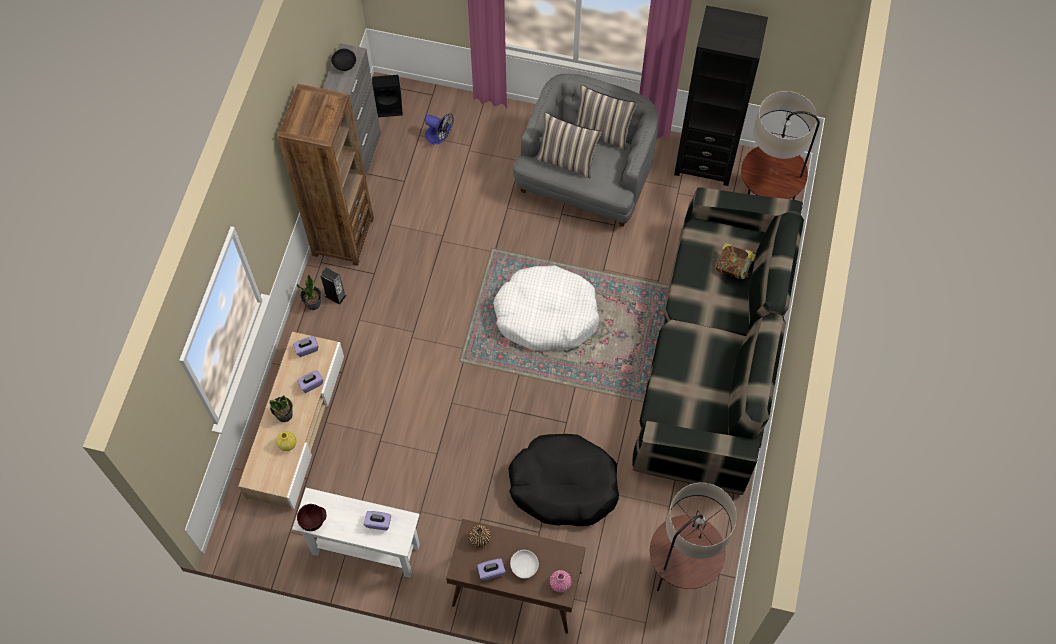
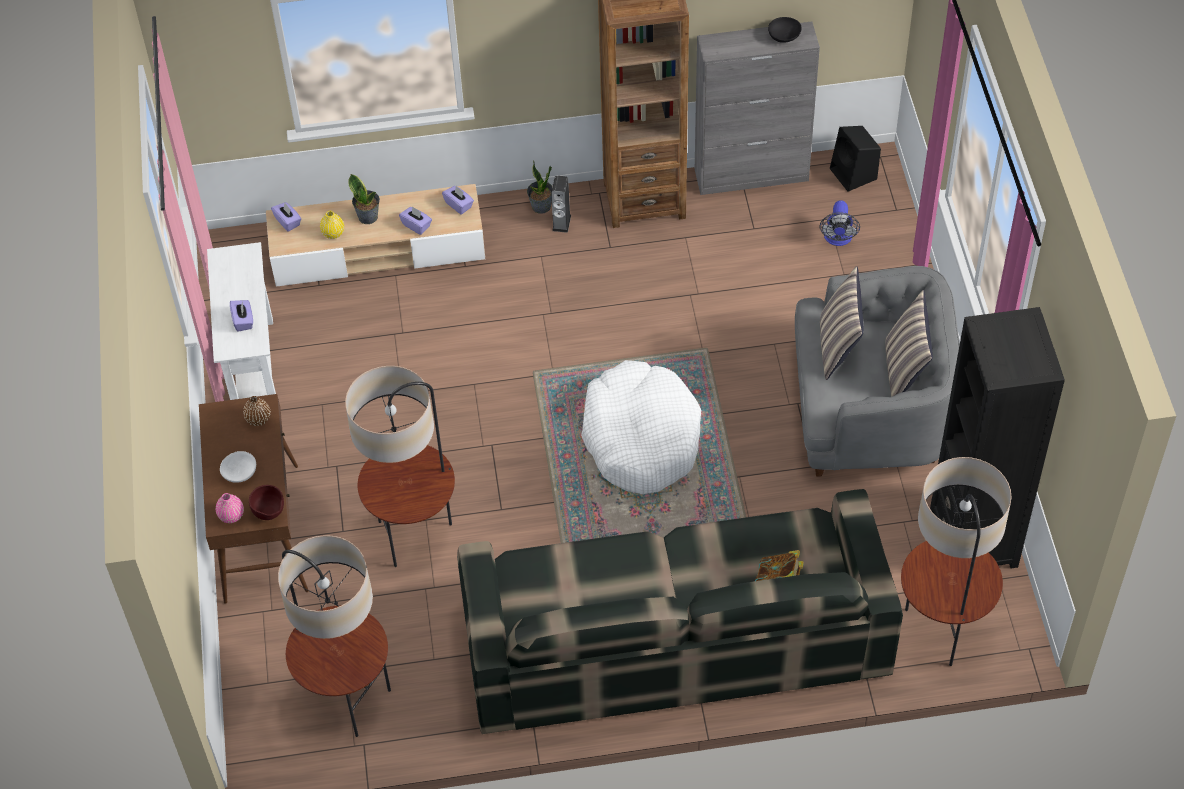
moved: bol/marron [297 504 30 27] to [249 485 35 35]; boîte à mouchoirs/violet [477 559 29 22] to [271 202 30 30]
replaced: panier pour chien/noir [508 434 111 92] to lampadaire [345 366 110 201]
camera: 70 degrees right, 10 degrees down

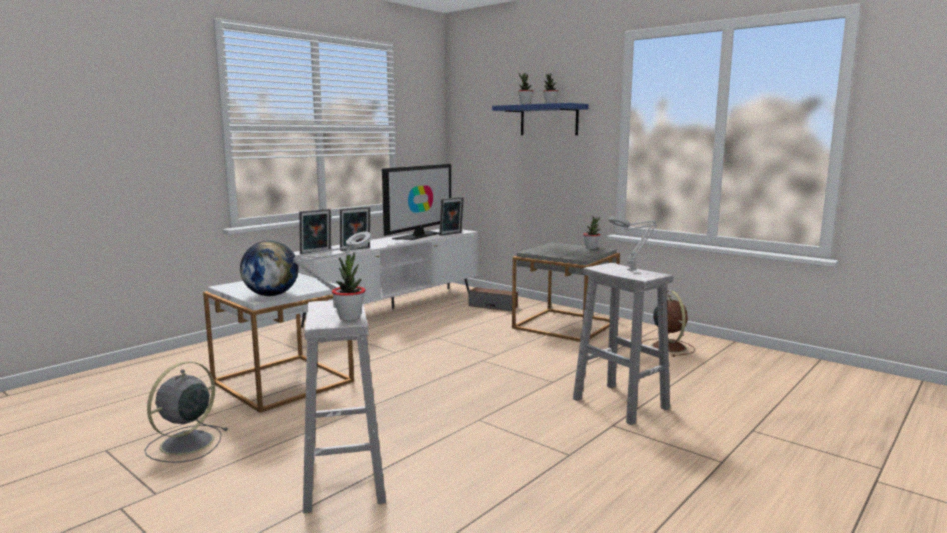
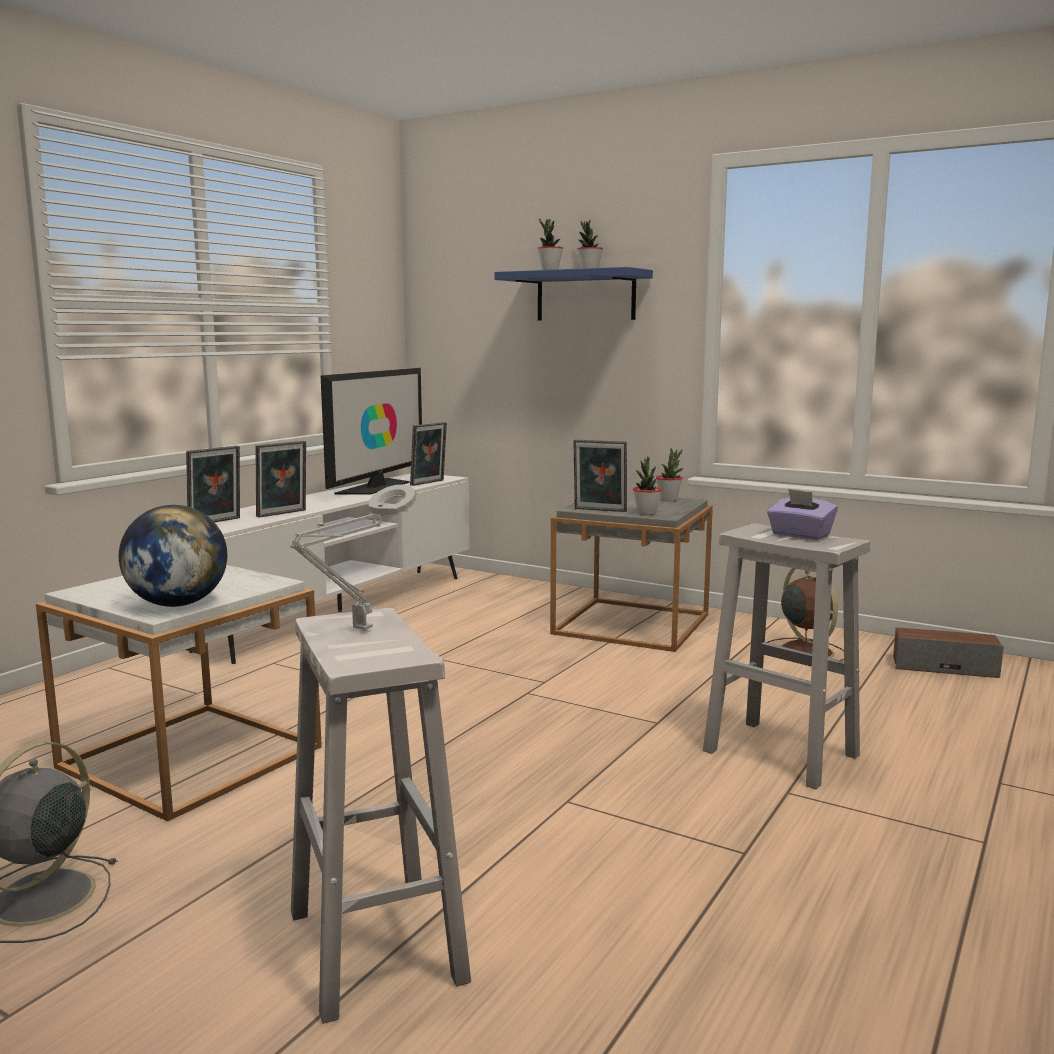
added: cadre photo [573 439 54 73]
moved: plante en pot [332 252 34 69] to [633 456 29 59]; enceinte [469 287 49 25] to [893 627 110 51]
replaced: lampe de table/gris [609 217 48 54] to boîte à mouchoirs/violet [767 489 71 51]
camera: 10 degrees left, 0 degrees up

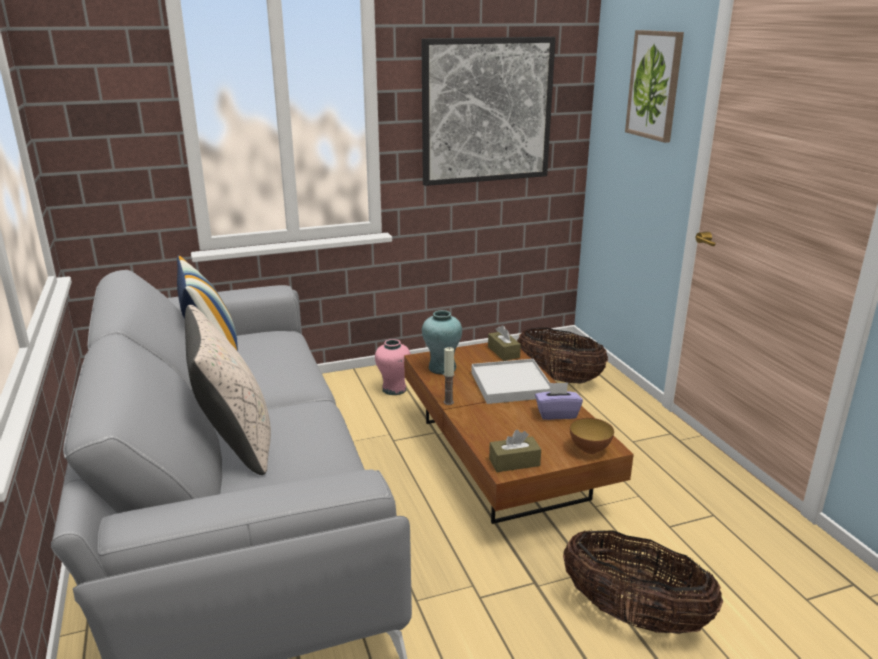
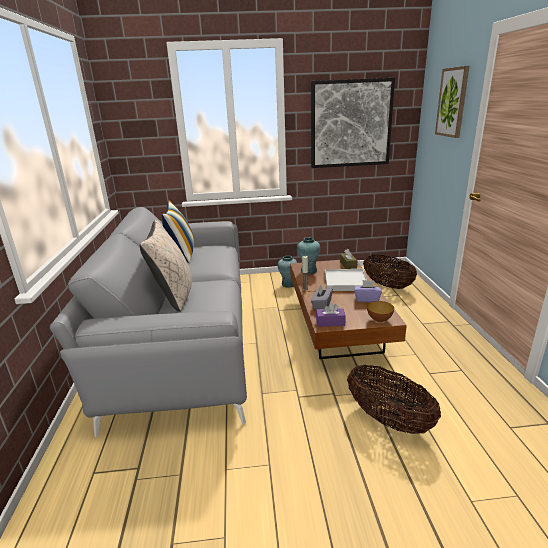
added: boîte à mouchoirs/gris [311 285 22 24]
recoloured: vase/rose [375 339 36 56] to vase/turquoise [278 255 20 32]; boîte à mouchoirs/marron [489 430 52 42] to boîte à mouchoirs/violet [316 303 30 24]
camera: 15 degrees right, 0 degrees up

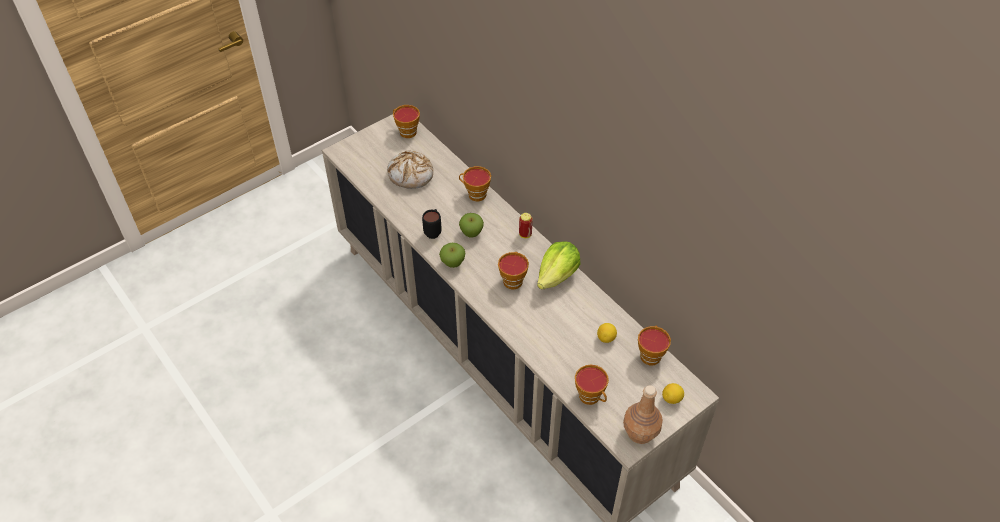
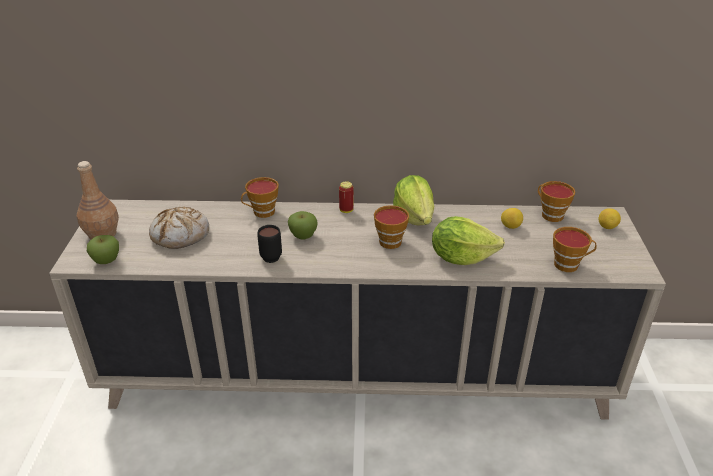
removed: tasse [393 105 27 33]
added: laitue [432 216 73 49]
moved: pomme [439 243 26 25] to [87 235 32 29]; bouteille/marron [623 385 40 59] to [77 161 42 79]
camera: 50 degrees left, 15 degrees down

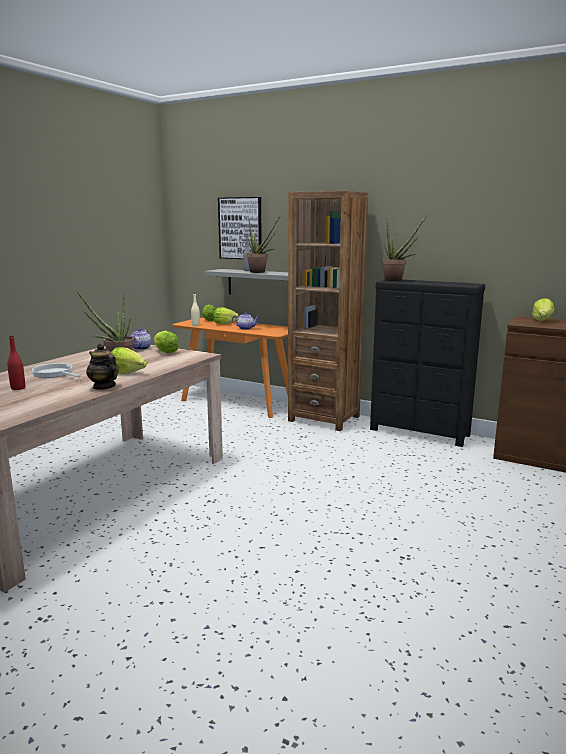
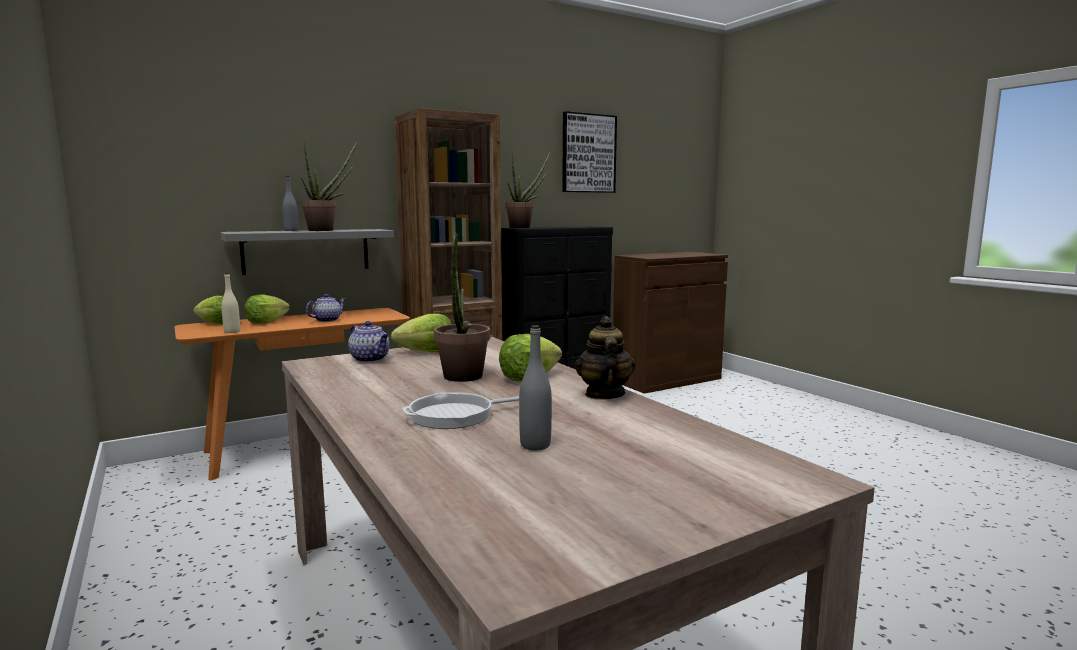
removed: laitue [532 298 23 23]
moved: tableau [218 197 44 62] to [562 111 55 82]
recoloured: bouteille/rouge [7 335 18 55] to bouteille/gris [519 325 33 126]
turned: théière [86 343 33 47] = [575 316 61 84] 105 degrees clockwise
camera: 60 degrees left, 5 degrees down

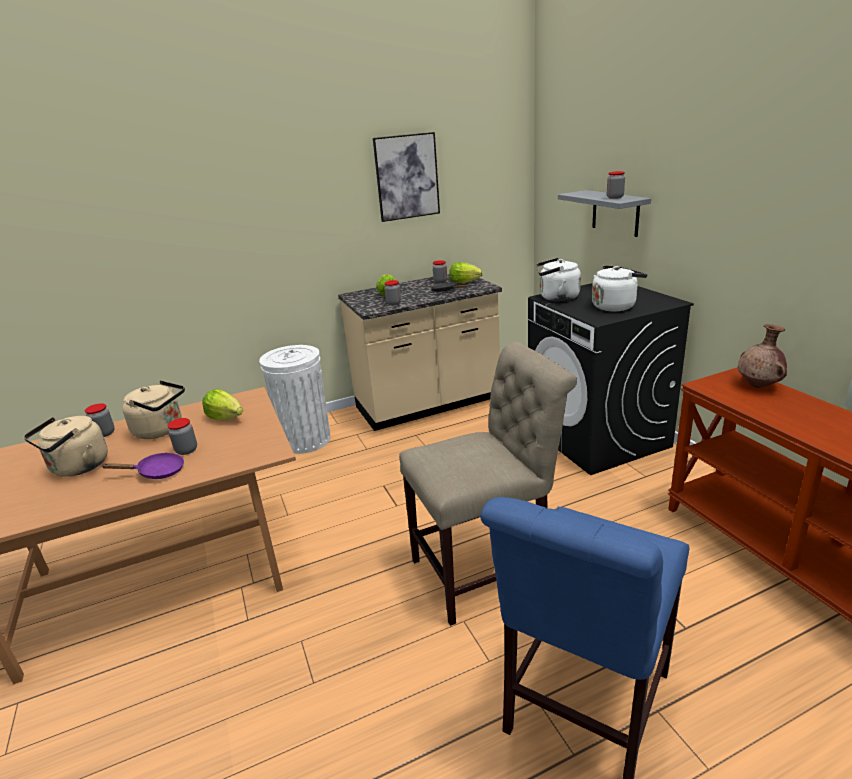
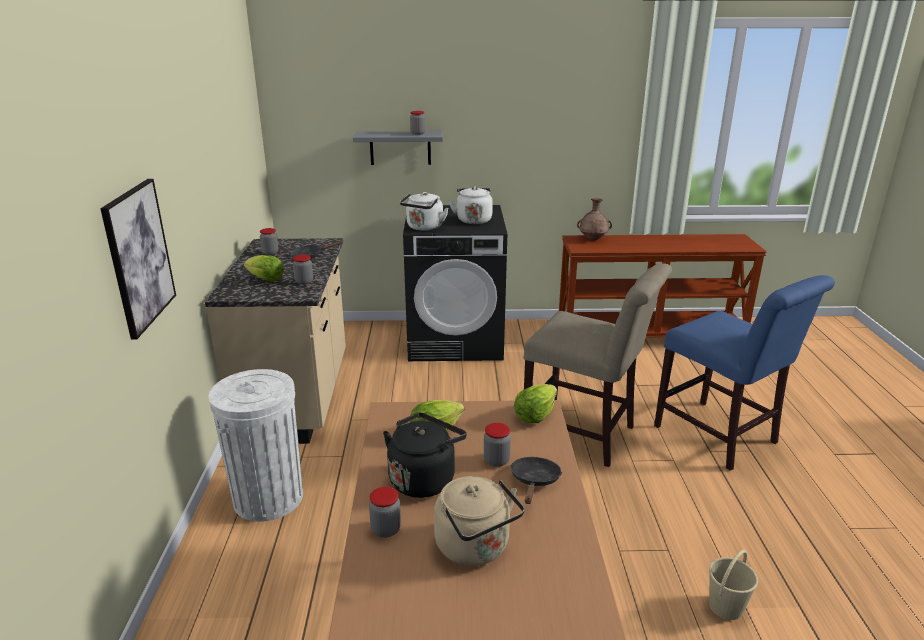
added: seau/beige [709 550 49 70]
moved: tableau [373 132 67 90] to [100 179 76 161]; laitue [449 262 34 21] to [514 384 43 39]
recoloured: poêle/violet [101 452 83 27] to poêle/noir [510 457 52 47]; bouilloire/beige [122 380 63 59] to bouilloire/noir [383 413 84 85]
turned: chaise/beige [399 342 178 284] = [523 263 149 204] 120 degrees clockwise
camera: 70 degrees left, 0 degrees up

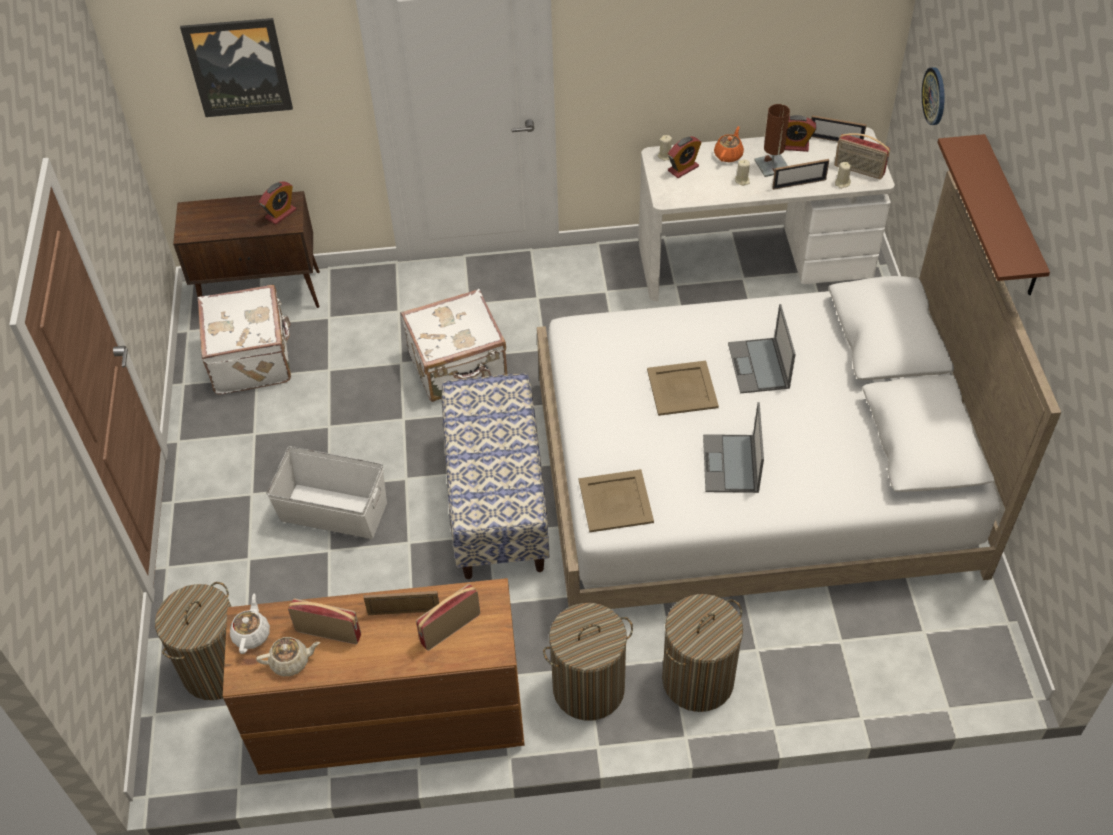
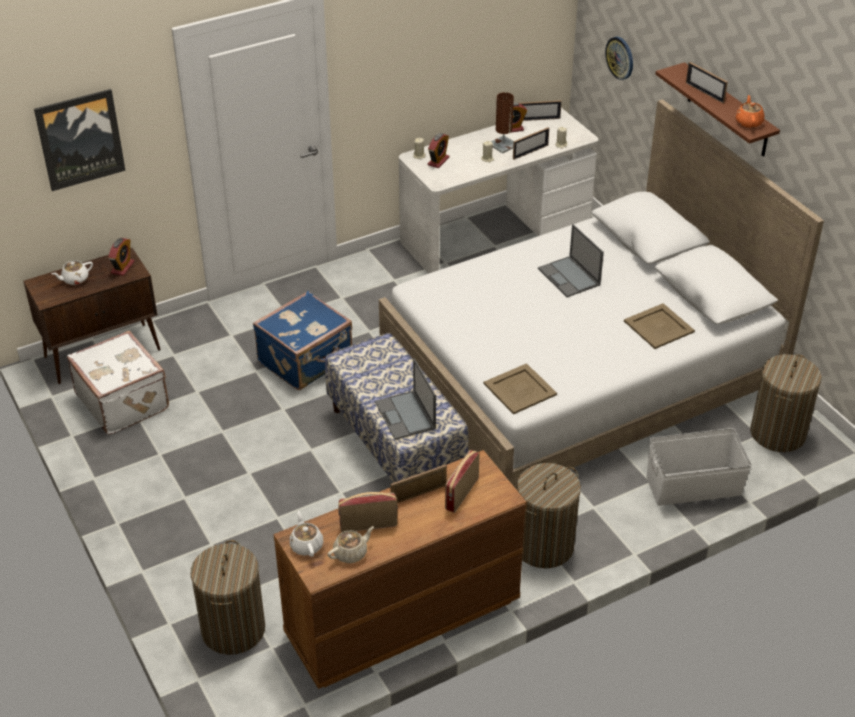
removed: radio [834 133 56 46]
added: théière/blanc [51 260 42 25]; cadre photo [686 62 42 41]
moved: boîte de rangement/blanc [267 446 120 93] to [647 428 105 78]; plateau/beige [647 361 72 55] to [624 303 71 46]; panier à linge [662 594 81 118] to [750 354 72 98]; ordinateur portable [703 402 61 91] to [375 358 61 82]; théière/orange [714 126 30 36] to [736 95 28 33]
recoloured: valise/blanc [401 289 106 113] to valise/bleu [253 291 99 99]
camera: 25 degrees left, 10 degrees down

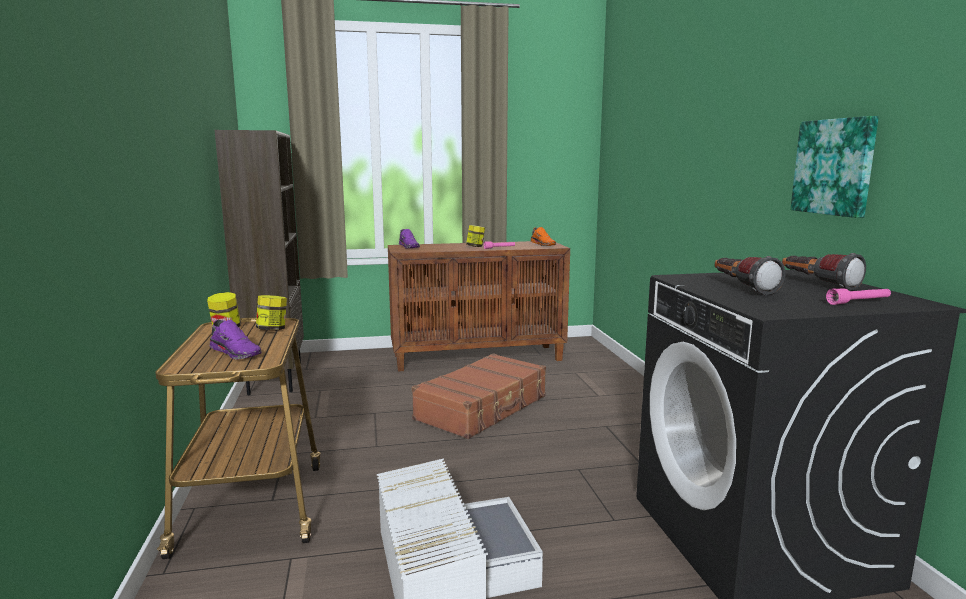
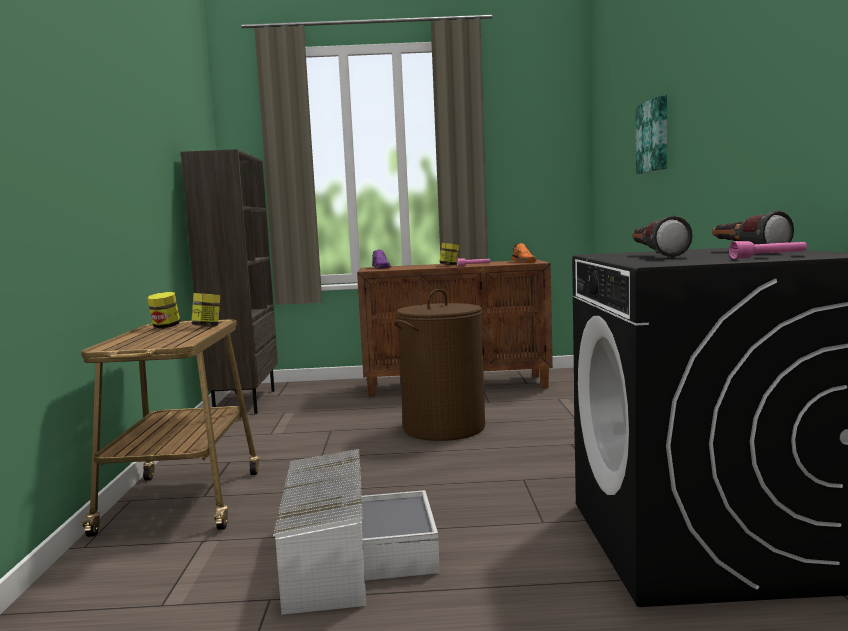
removed: chaussure/violet [210 320 52 39]
moved: tableau [791 116 88 102] to [636 95 31 79]
replaced: valise/marron [412 353 134 86] to panier à linge/marron [395 289 90 152]
camera: 10 degrees right, 5 degrees down

